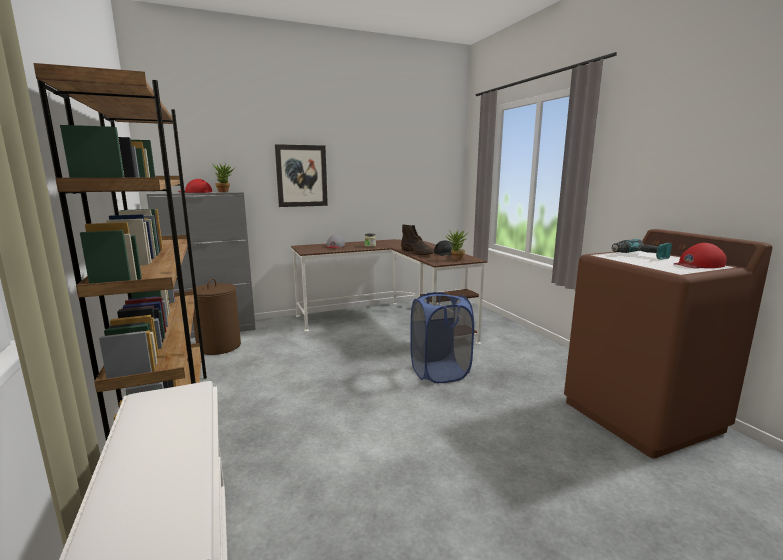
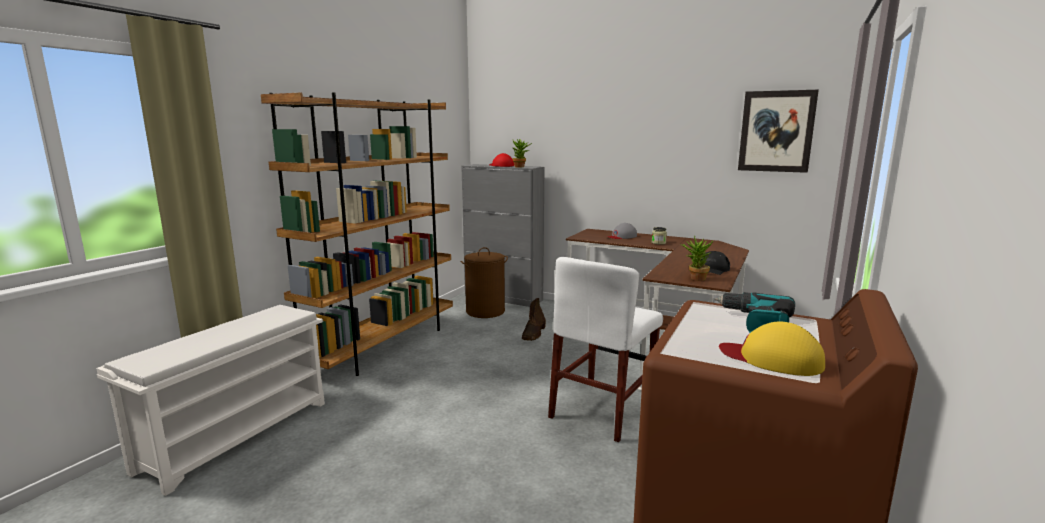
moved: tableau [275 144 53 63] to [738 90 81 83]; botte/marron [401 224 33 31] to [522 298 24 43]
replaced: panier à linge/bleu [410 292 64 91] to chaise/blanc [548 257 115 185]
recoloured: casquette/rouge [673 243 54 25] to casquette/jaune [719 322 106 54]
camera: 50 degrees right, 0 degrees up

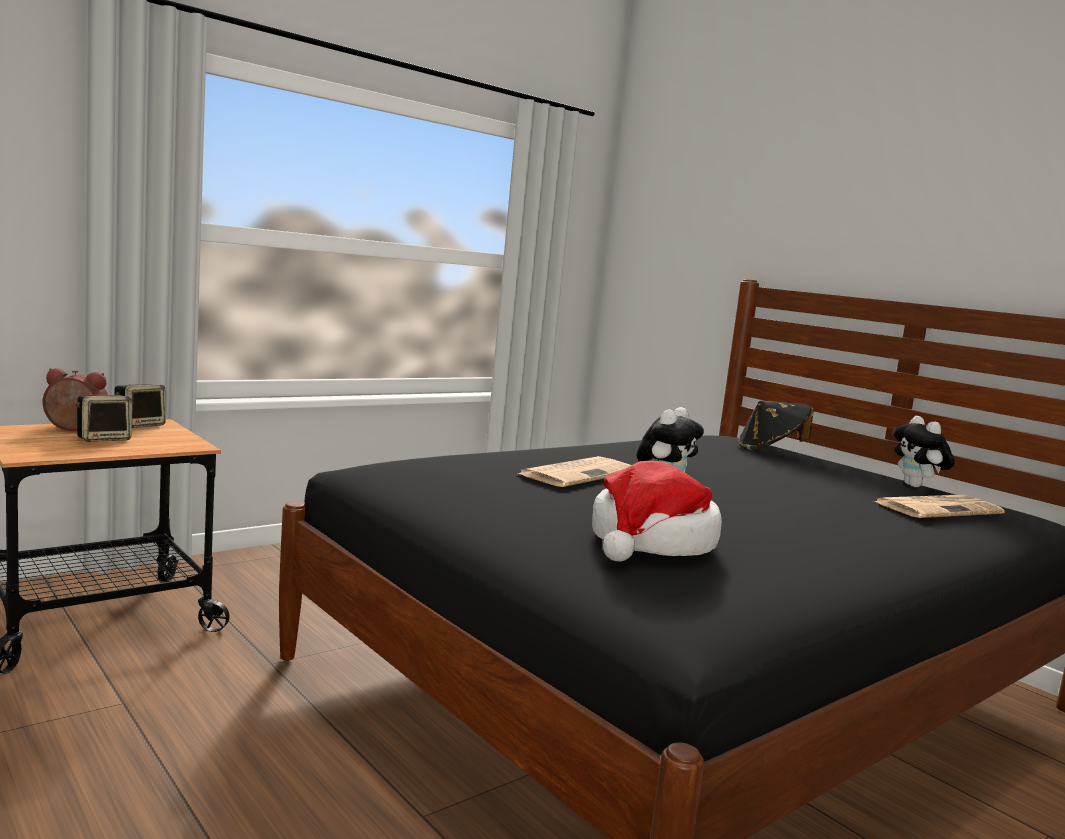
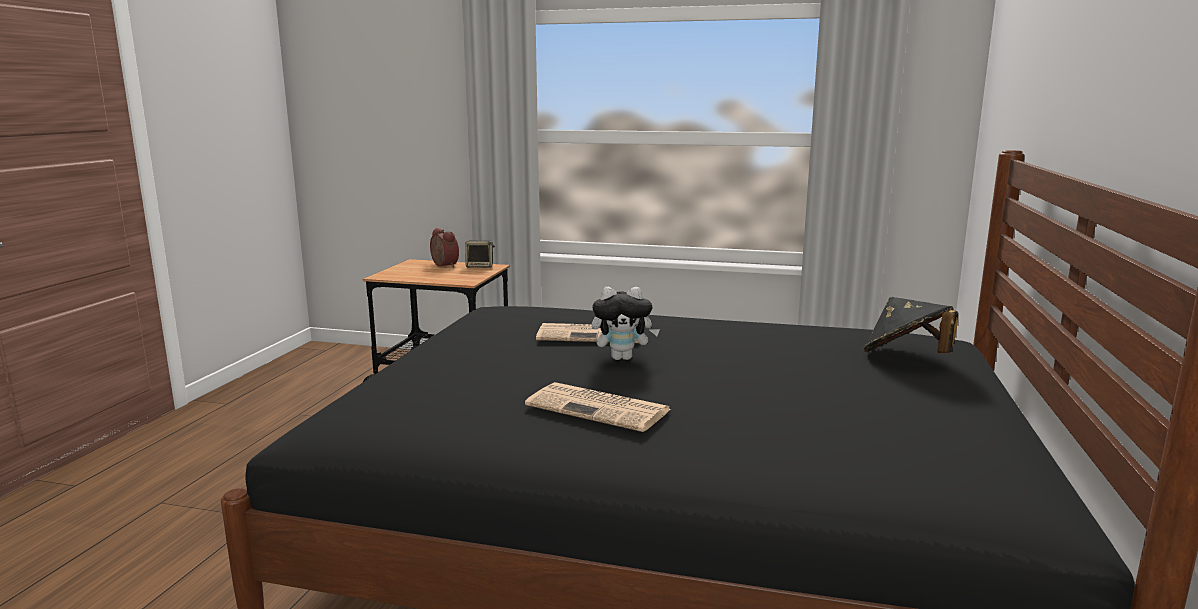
removed: enceinte [76 395 56 47]; chapeau [592 461 130 101]; peluche [893 416 62 71]
moved: journal [872 495 133 23] to [525 382 146 50]
camera: 55 degrees right, 5 degrees up

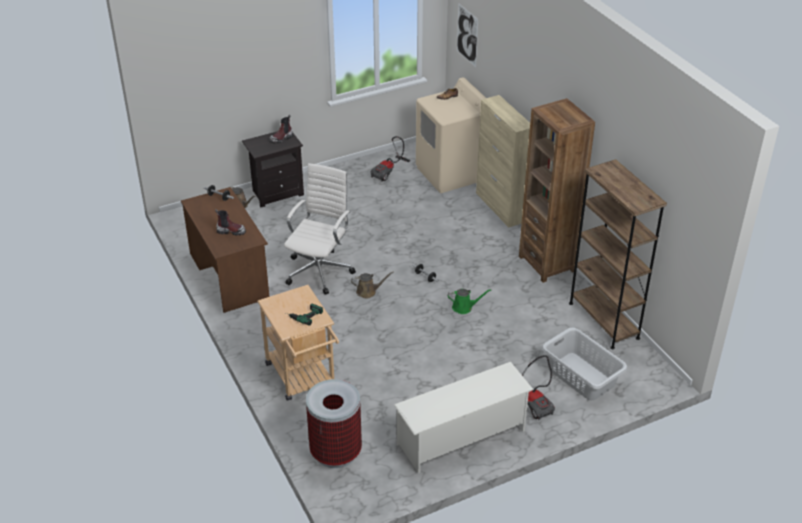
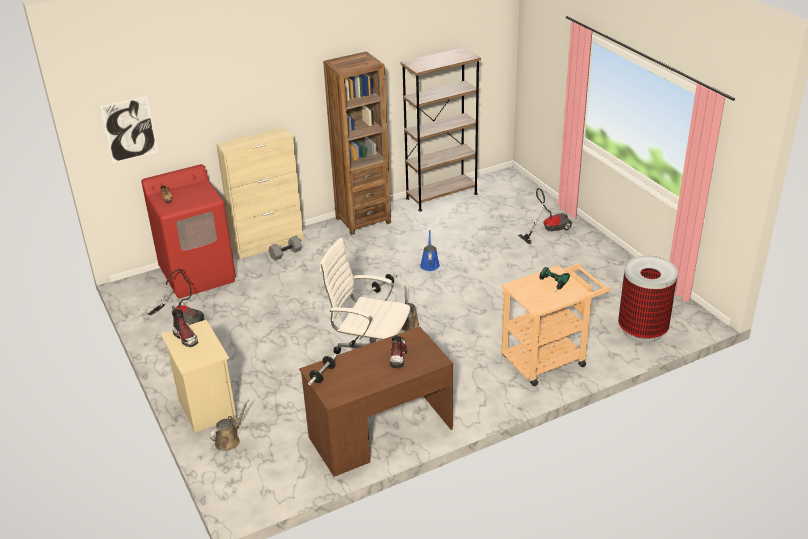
removed: étagère à chaussures/blanc [394 362 140 111]; panier à linge/gris [542 327 85 73]
added: haltère/gris [269 236 33 25]
recoloured: table de chevet/noir [242 131 62 77] to table de chevet/beige [161 320 76 113]; lave-linge/beige [416 77 70 116] to lave-linge/rouge [141 164 95 135]; arrosoir/vert [448 289 44 25] to arrosoir/bleu [420 230 20 41]
camera: 90 degrees left, 5 degrees down

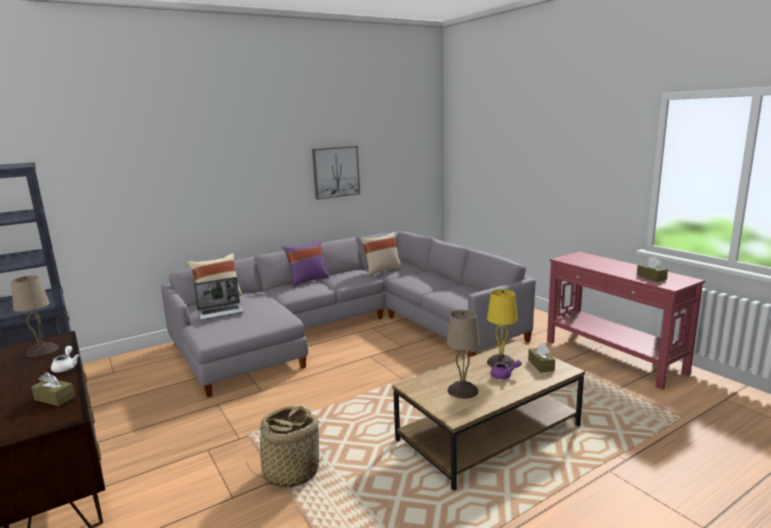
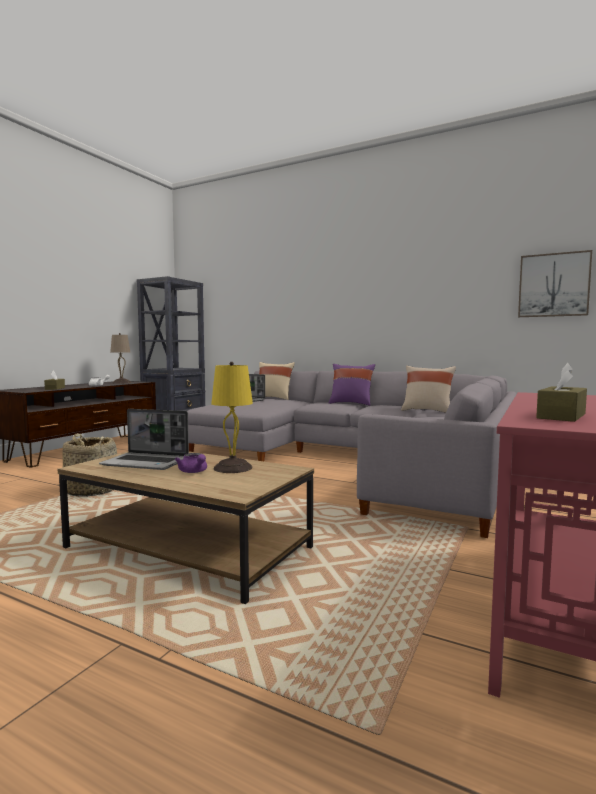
removed: boîte à mouchoirs/marron [528 342 27 31]
moved: tableau [312 146 48 54] to [518 250 74 67]
replaced: lampe de table/beige [446 310 34 89] to ordinateur portable [99 409 90 61]
camera: 60 degrees right, 10 degrees down

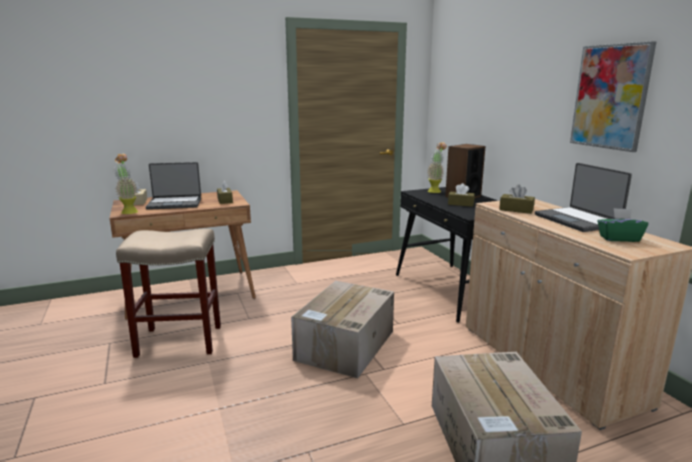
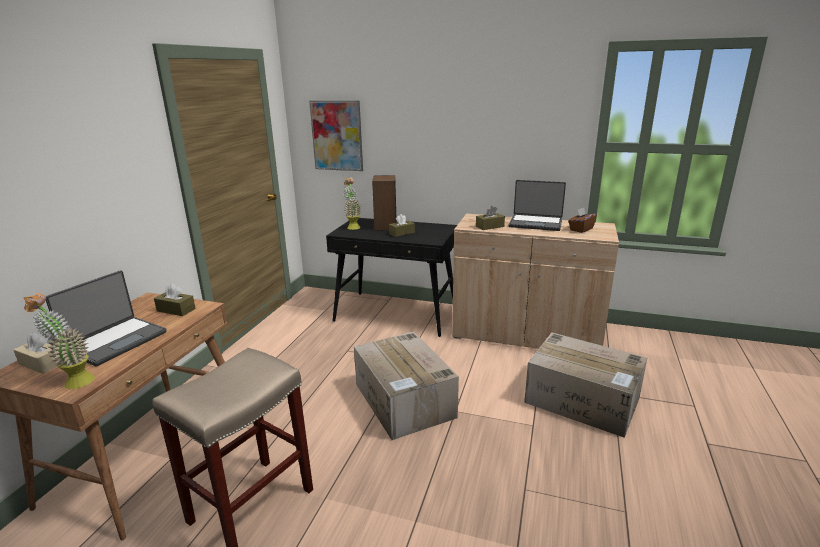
moved: tableau [570 41 86 111] to [309 100 54 71]
recoloured: boîte à mouchoirs/vert [597 208 51 34] to boîte à mouchoirs/marron [568 208 29 25]
camera: 50 degrees left, 5 degrees up

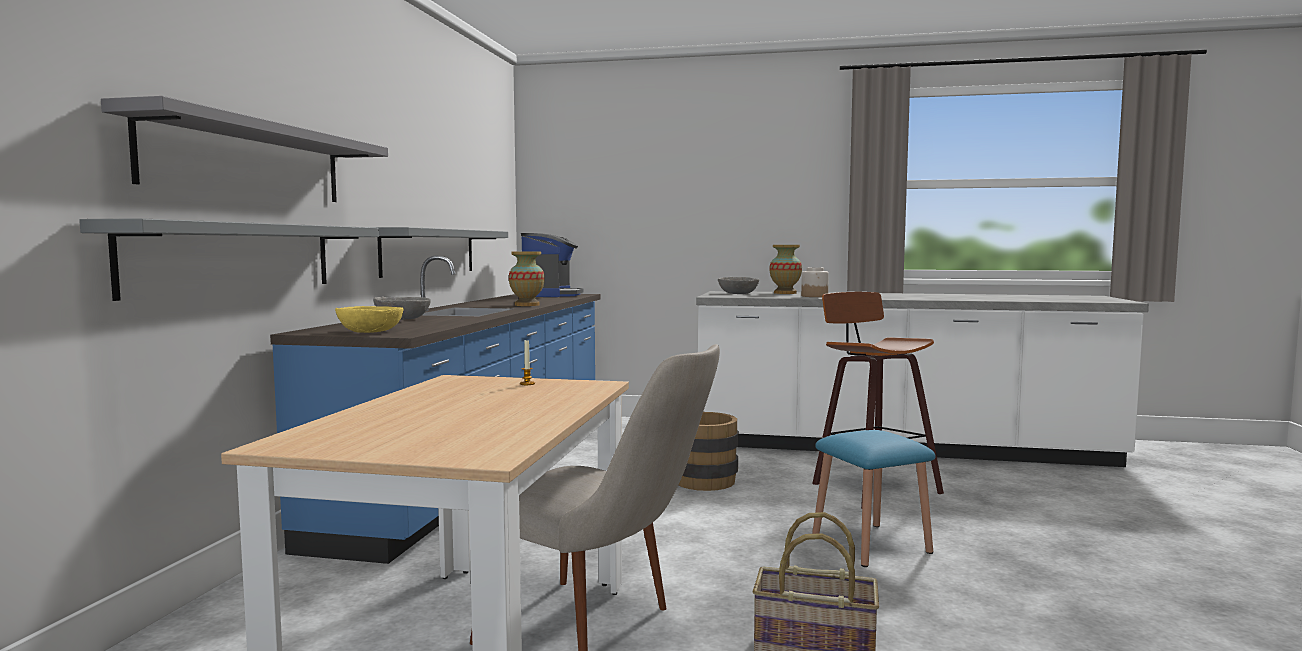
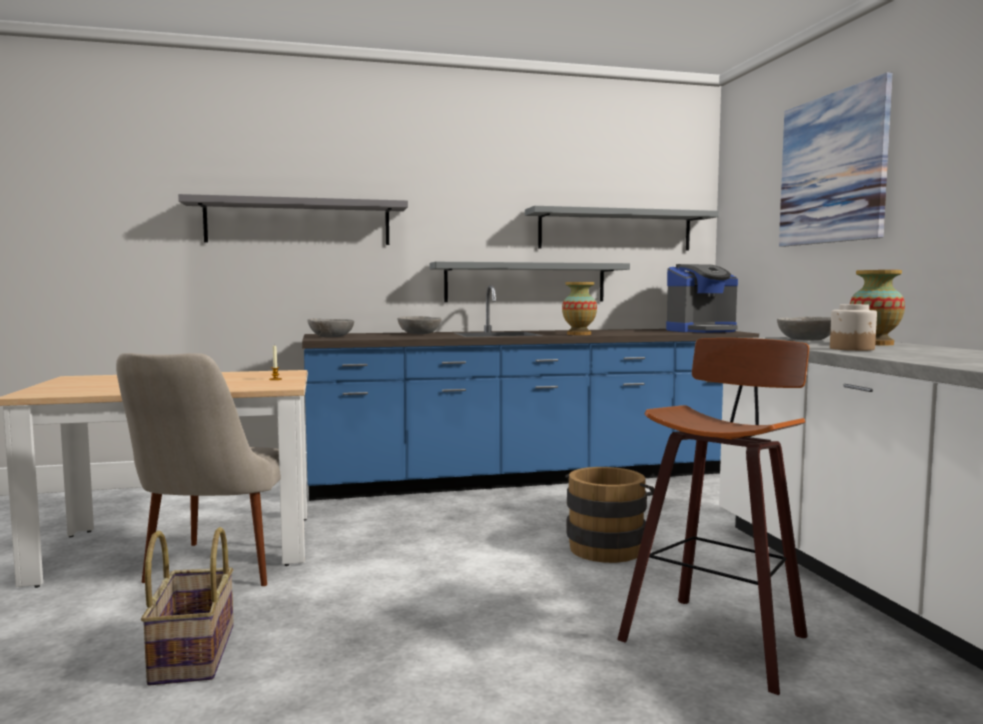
removed: tabouret/bleu [812 430 124 137]
added: tableau [779 73 114 174]
moved: étagère/gris [79 218 300 83] to [525 206 194 44]
recoloured: bol/jaune [335 306 69 27] to bol/gris [307 318 47 19]
camera: 65 degrees right, 0 degrees up

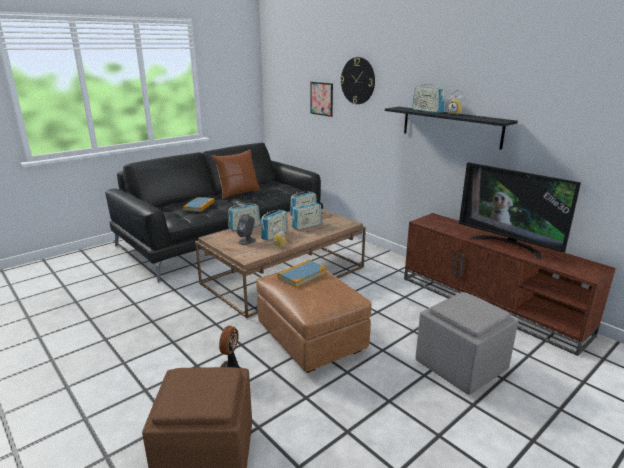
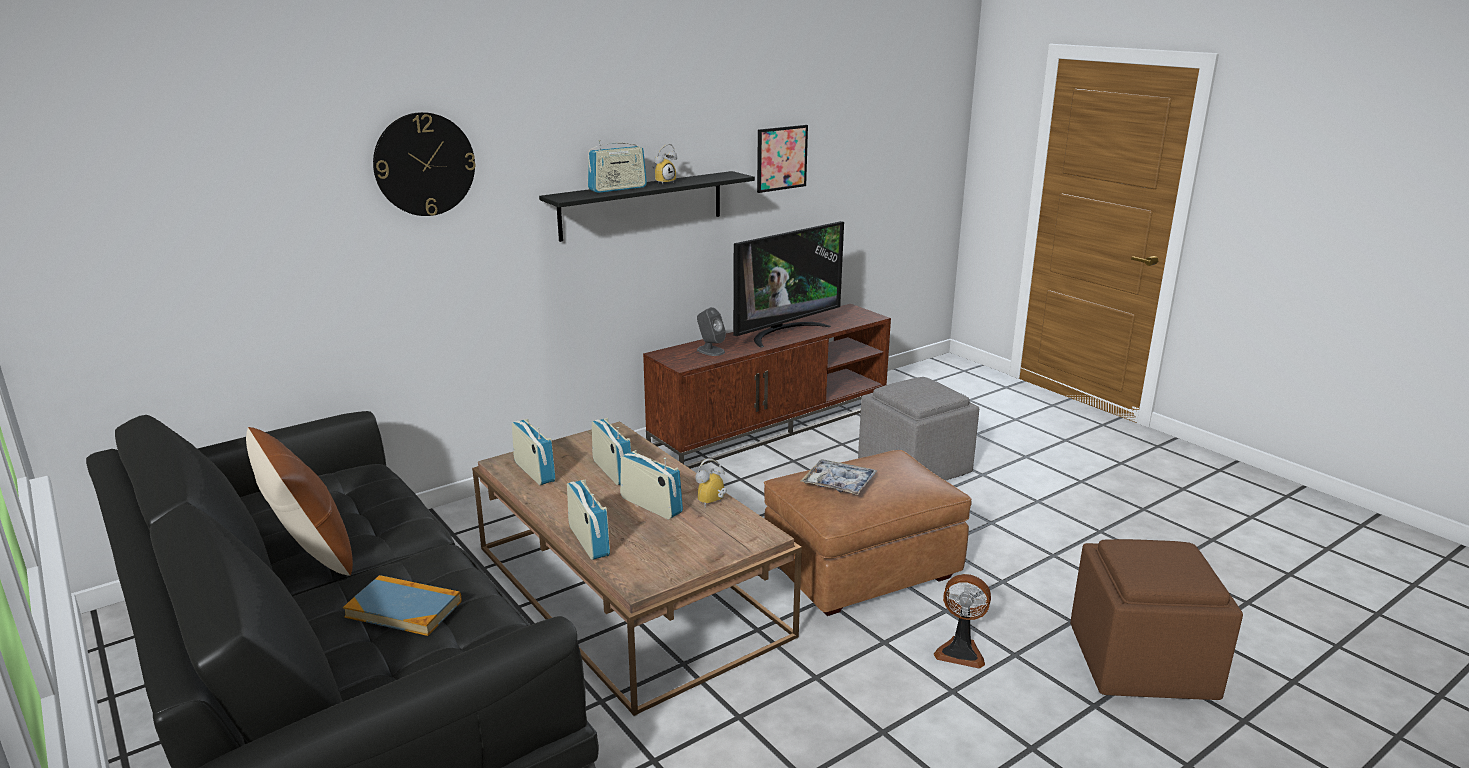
moved: enceinte/gris [237 214 19 31] to [697 307 29 49]; tableau [310 82 23 35] to [757 125 51 68]
replaced: livre [277 260 50 28] to plateau [800 459 77 36]
camera: 85 degrees left, 0 degrees up

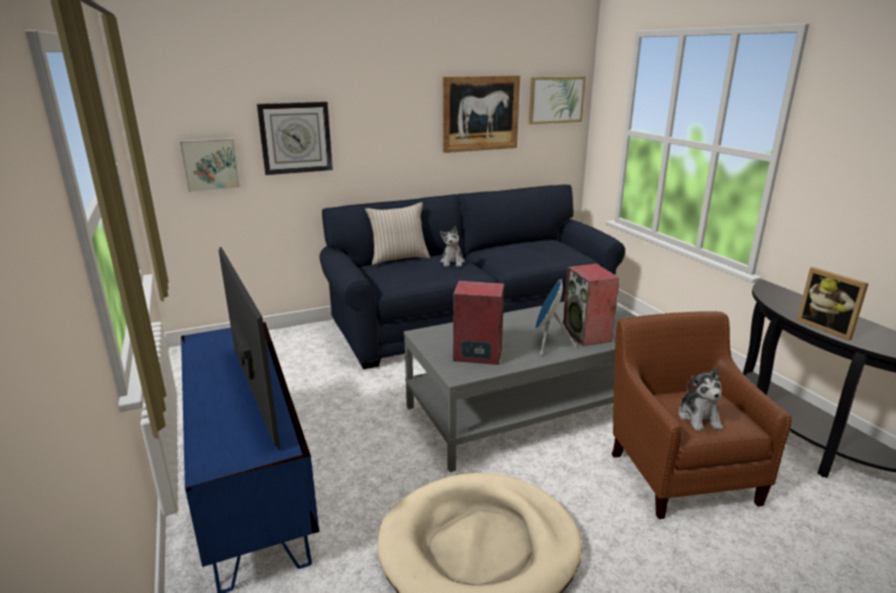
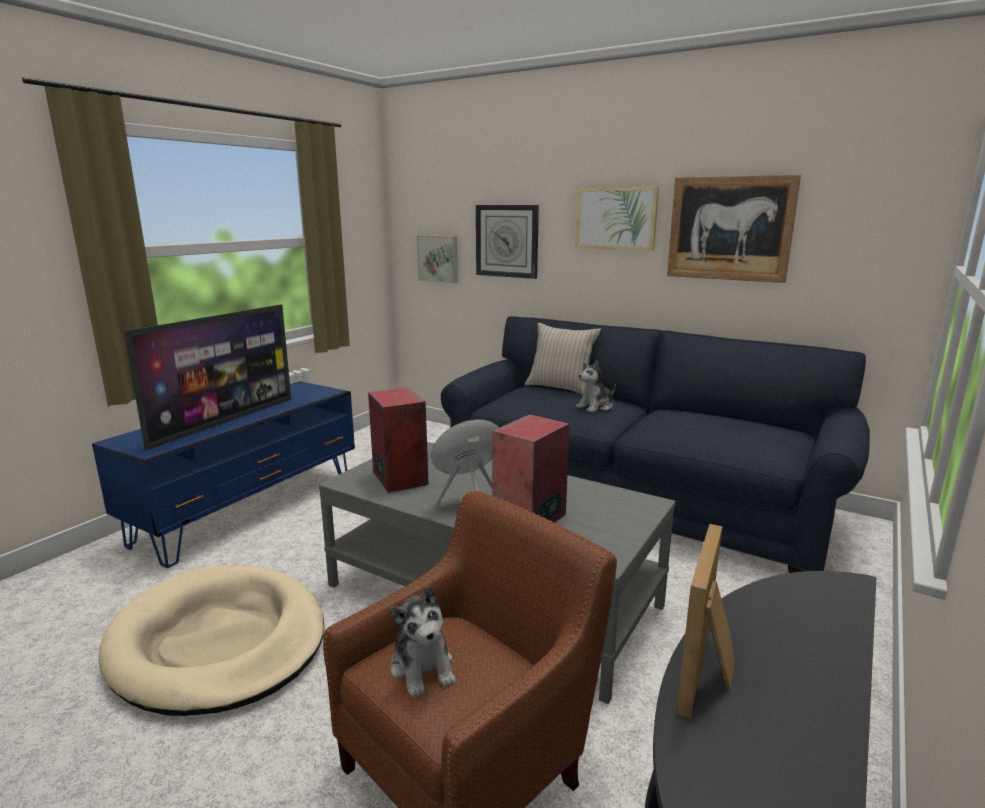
moved: tableau [529 76 57 48] to [576 187 83 63]
turned: peluche [678 368 45 63] = [390 586 66 112] 75 degrees counterclockwise
camera: 55 degrees right, 5 degrees down

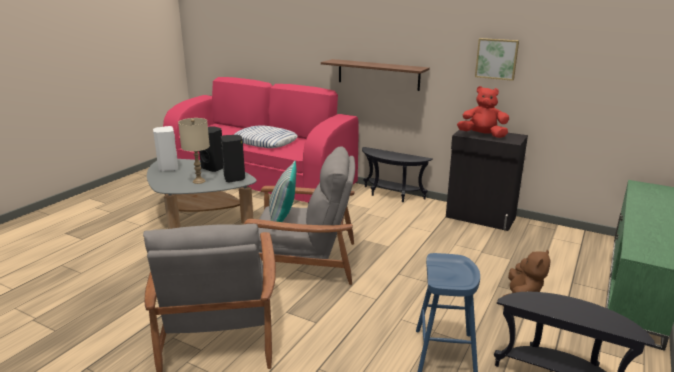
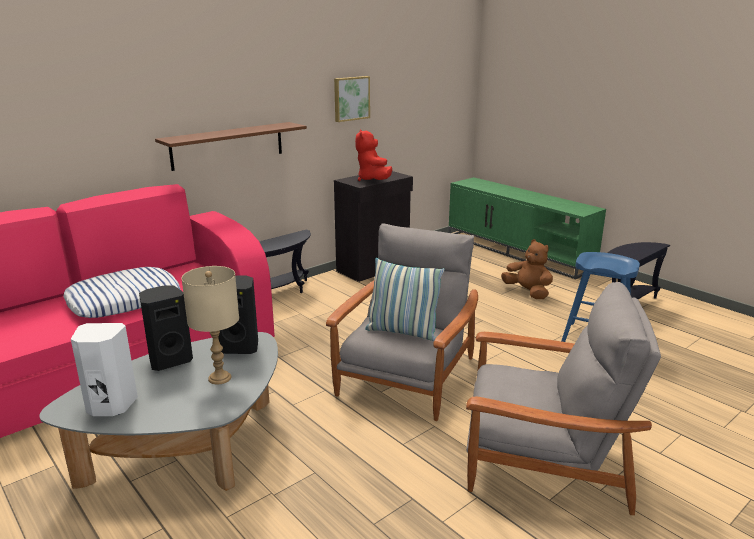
turned: peluche/rouge [457 86 52 52] = [355 130 37 51] 45 degrees counterclockwise
camera: 70 degrees left, 0 degrees up

